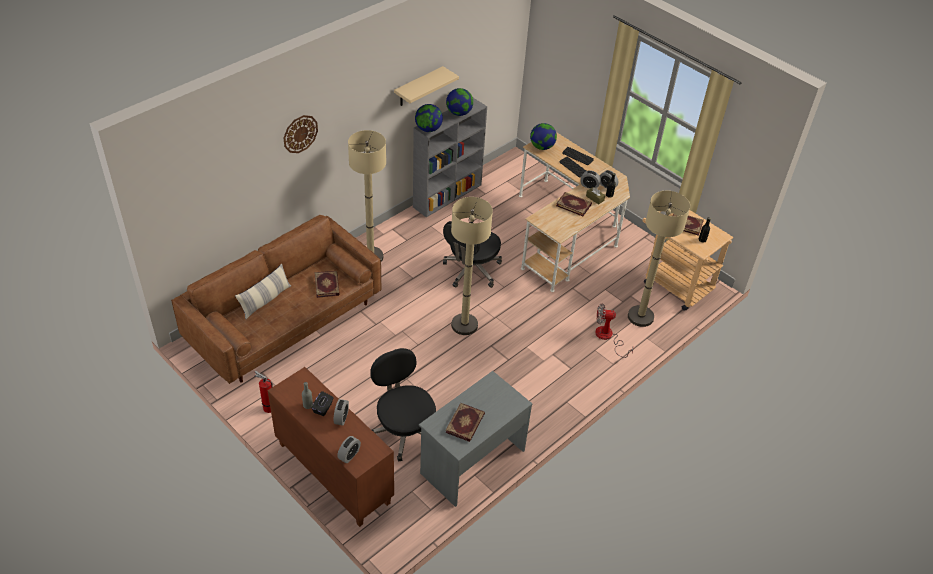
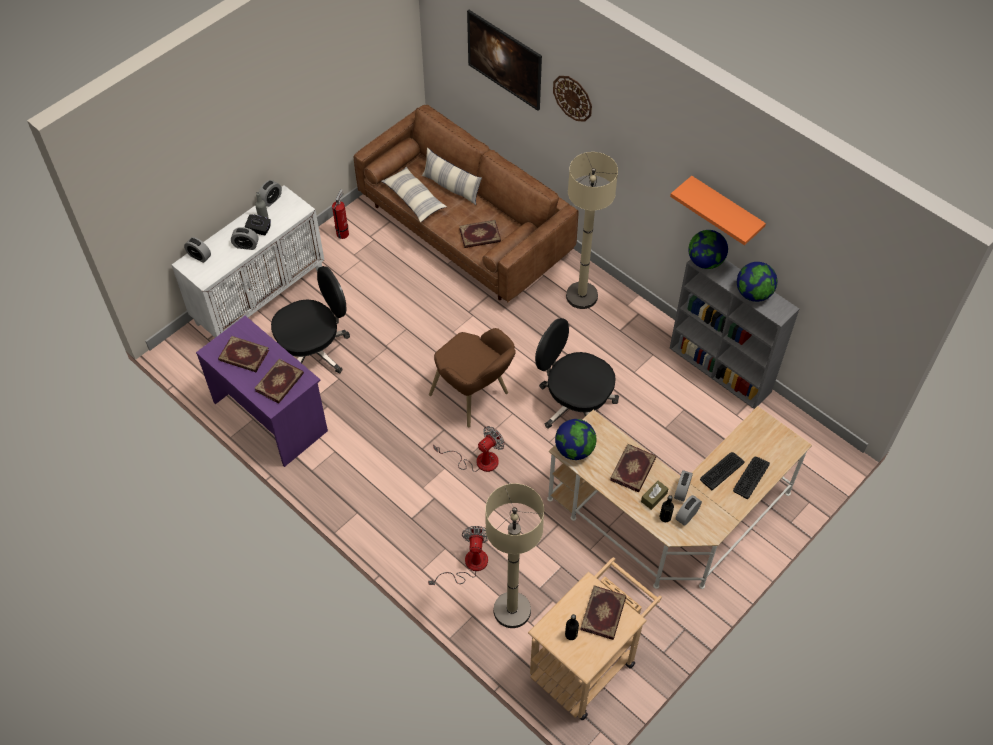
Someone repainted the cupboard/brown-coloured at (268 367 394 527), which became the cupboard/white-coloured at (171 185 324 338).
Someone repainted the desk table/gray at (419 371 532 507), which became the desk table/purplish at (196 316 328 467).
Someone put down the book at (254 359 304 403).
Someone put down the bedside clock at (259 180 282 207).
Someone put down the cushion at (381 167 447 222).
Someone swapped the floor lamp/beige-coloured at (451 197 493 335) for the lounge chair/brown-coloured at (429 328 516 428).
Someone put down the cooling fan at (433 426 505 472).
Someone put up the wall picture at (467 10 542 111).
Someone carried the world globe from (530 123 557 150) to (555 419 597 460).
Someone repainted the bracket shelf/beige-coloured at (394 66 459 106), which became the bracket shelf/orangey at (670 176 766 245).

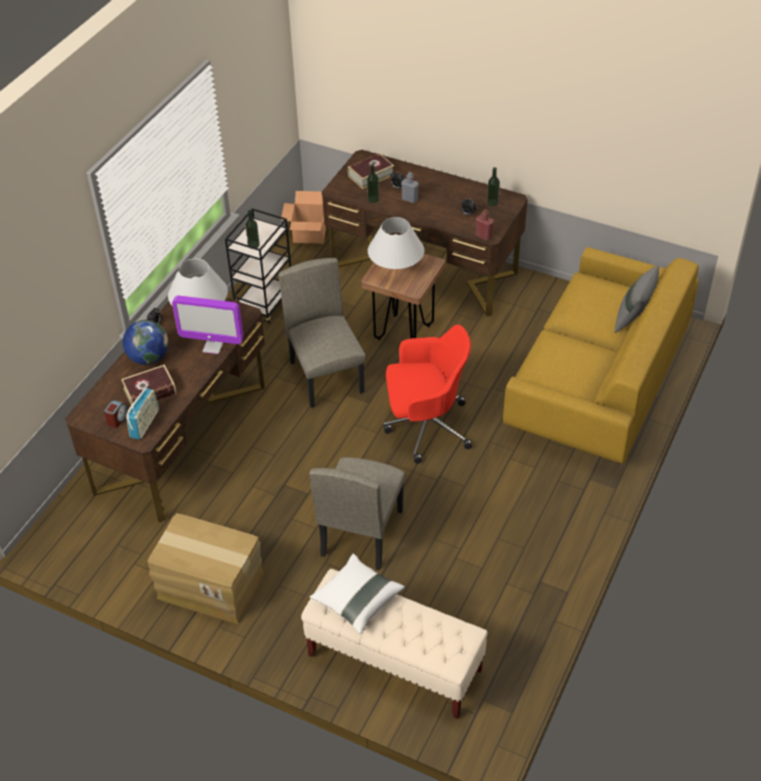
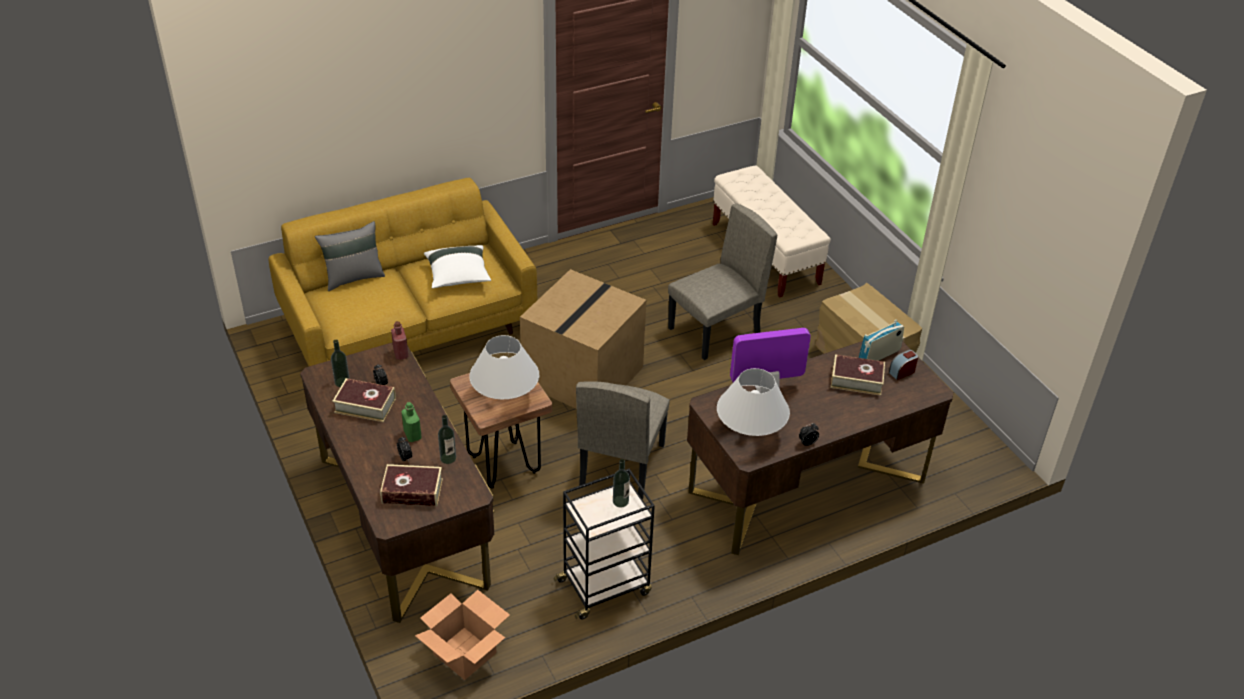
Someone put down the book at (332 378 396 422).
Someone repainted the bottle/gray at (401 172 419 203), which became the bottle/green at (401 402 422 442).
Someone carried the cushion/white-coloured from (310 554 405 634) to (424 245 491 288).
Someone swapped the desk chair/red at (383 325 472 464) for the carton at (520 269 646 409).
Someone rotated the computer display at (172 296 244 354) by 60 degrees counterclockwise.
Someone took away the world globe at (123 320 168 365).

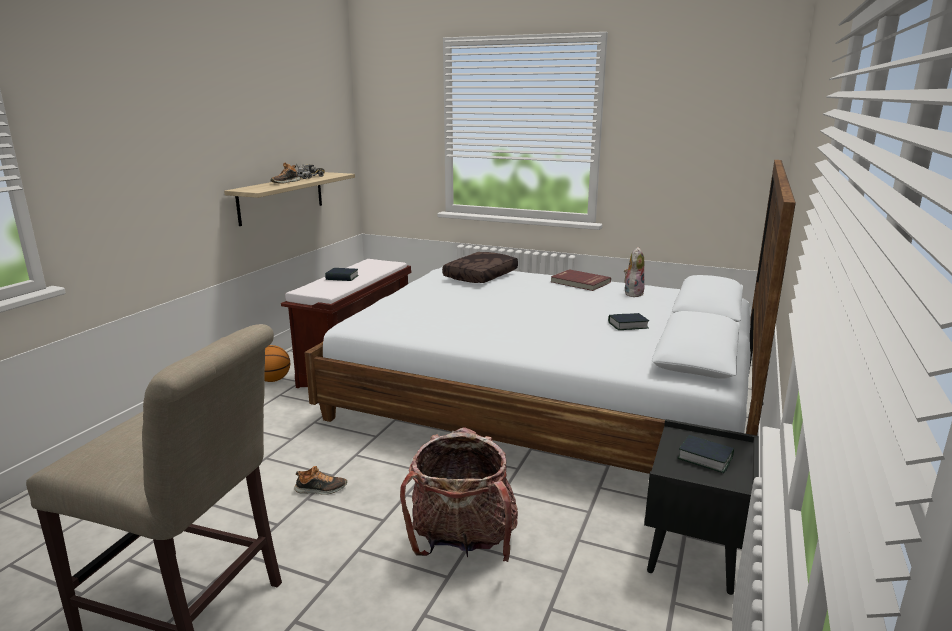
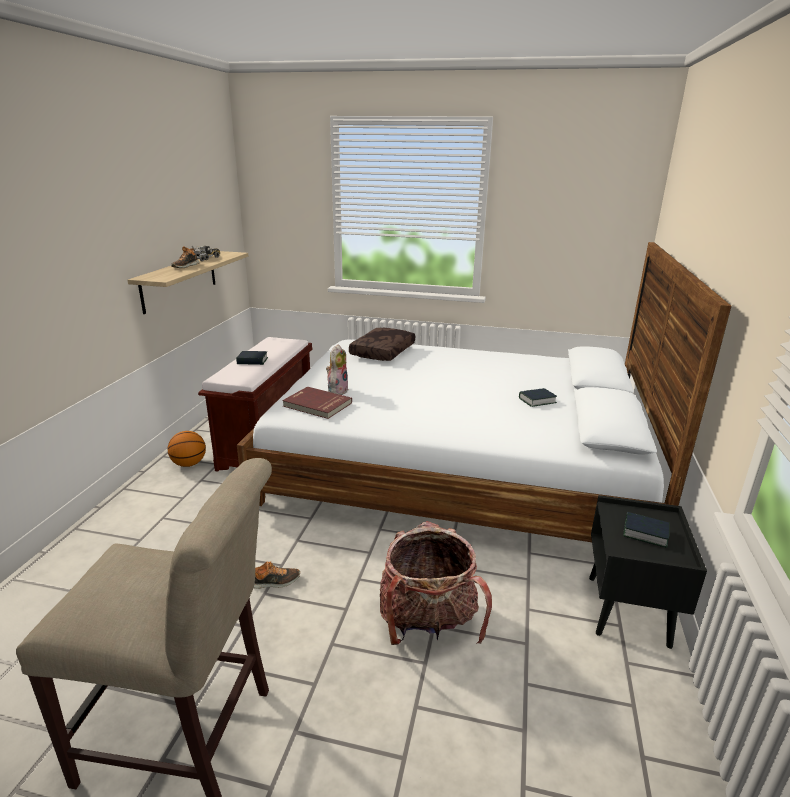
Someone carried the book/red from (551 269 611 291) to (282 387 352 419).
Someone carried the plush toy from (624 247 645 297) to (326 344 349 395).

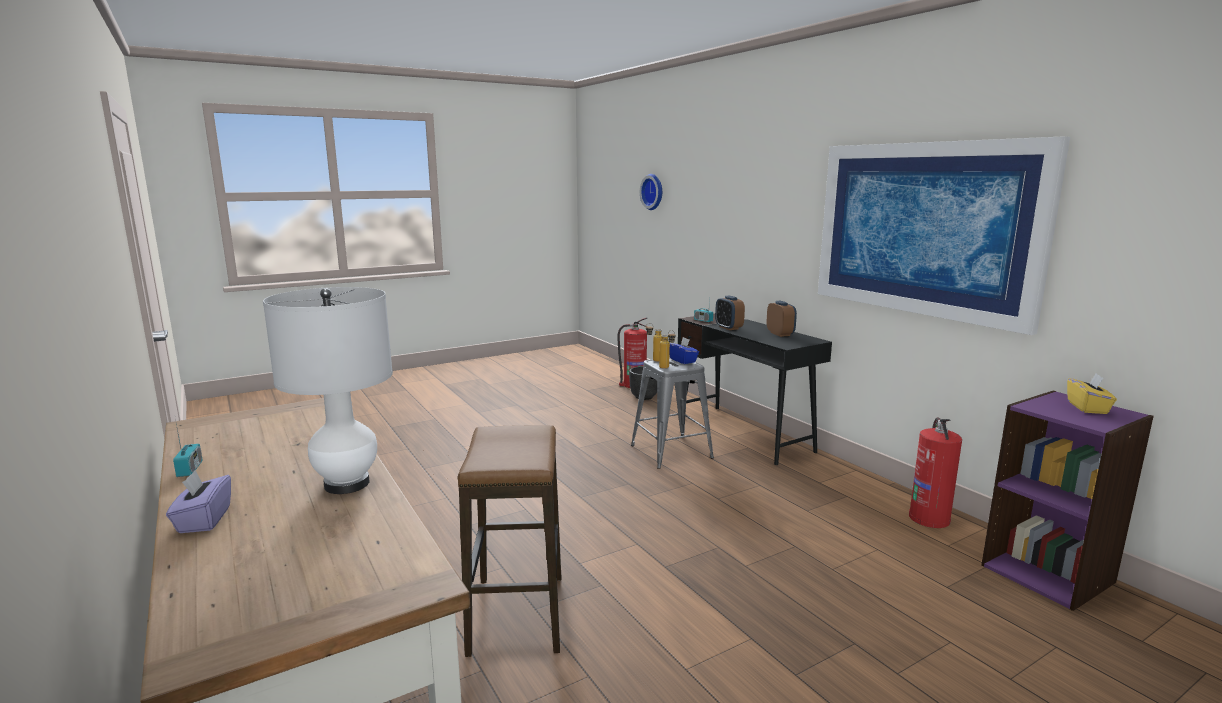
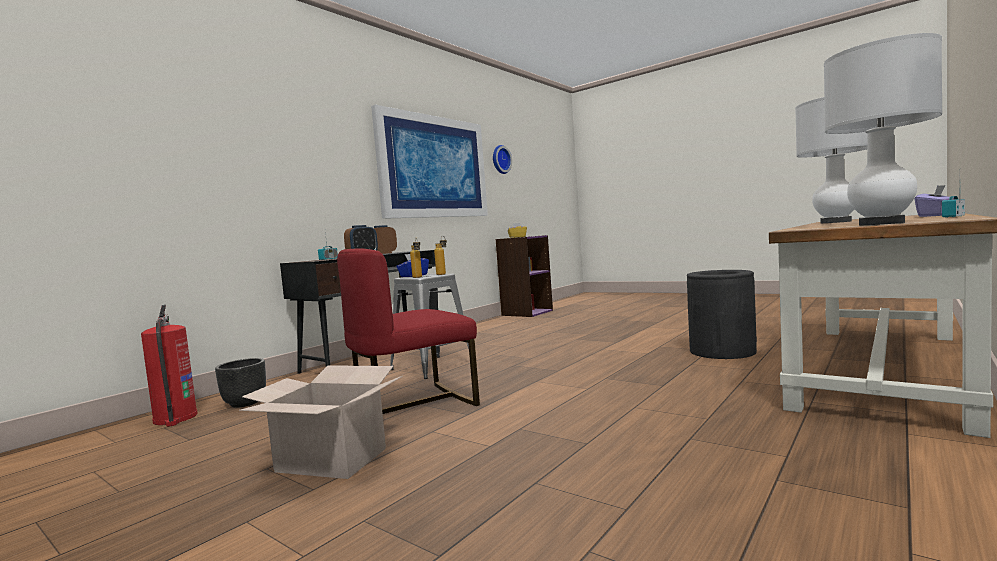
Someone put down the carton at (239 365 403 479).
Someone put down the chair/red at (337 249 480 414).
Someone carried the clock on the wall from (640 174 662 210) to (493 145 512 174).
Someone swapped the sitting stool at (457 425 561 657) for the rubbish bin/blackish at (687 270 757 359).
Someone put down the tabletop lamp/white-coloured at (824 33 942 225).
Someone took away the fire extinguisher at (909 417 962 528).

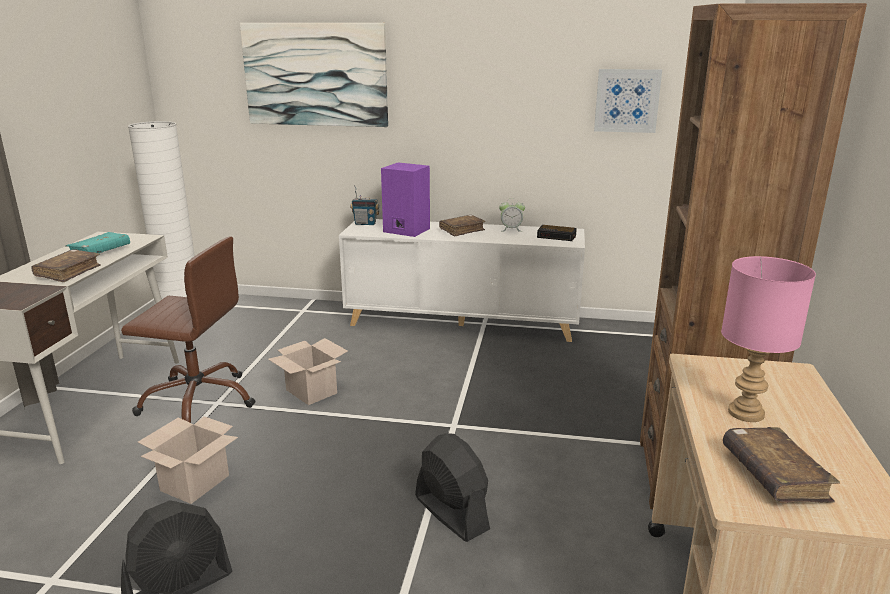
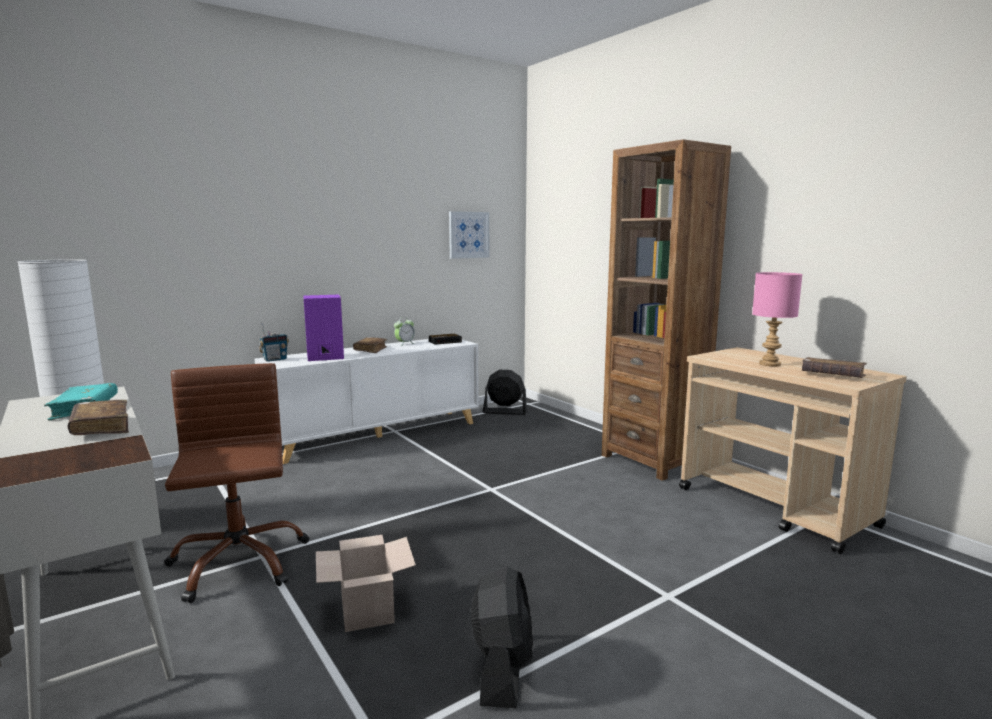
Someone rotated the desk chair/brown-coloured at (121 237 255 423) by 75 degrees counterclockwise.
Someone carried the cooling fan/blackish from (415 433 490 542) to (483 370 527 415).
Someone took away the wall picture at (240 23 388 127).
Someone took away the carton at (268 338 348 405).

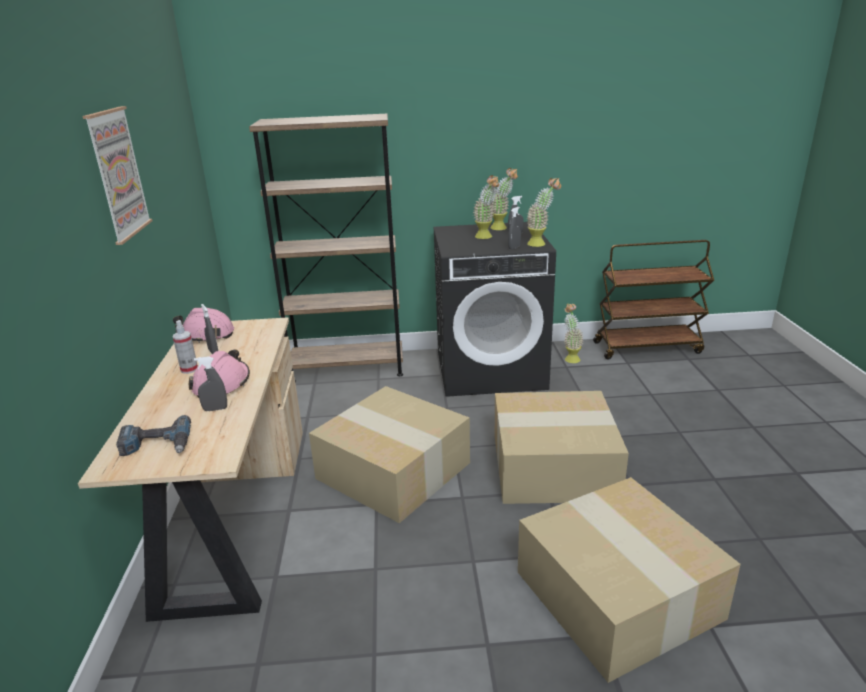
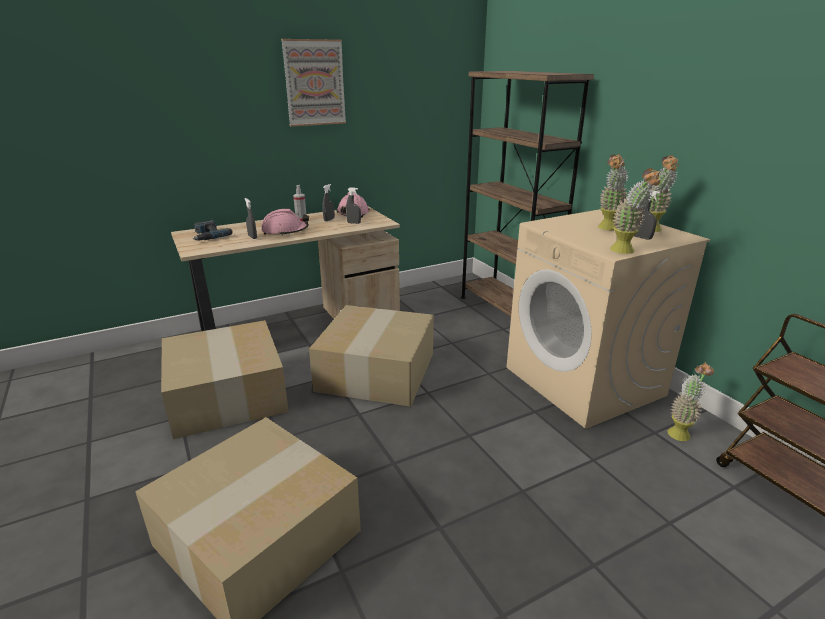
Someone carried the carton from (495 391 629 504) to (161 320 289 439).
Someone carried the sprayer/gray from (508 207 521 250) to (346 187 361 224).
Someone repainted the washing machine/blackish at (433 222 556 397), which became the washing machine/beige-coloured at (507 209 710 429).

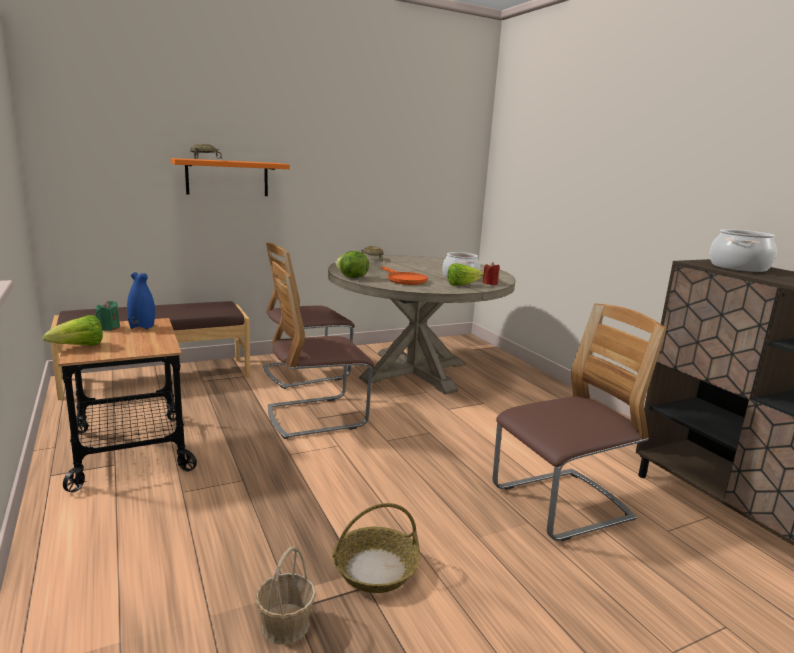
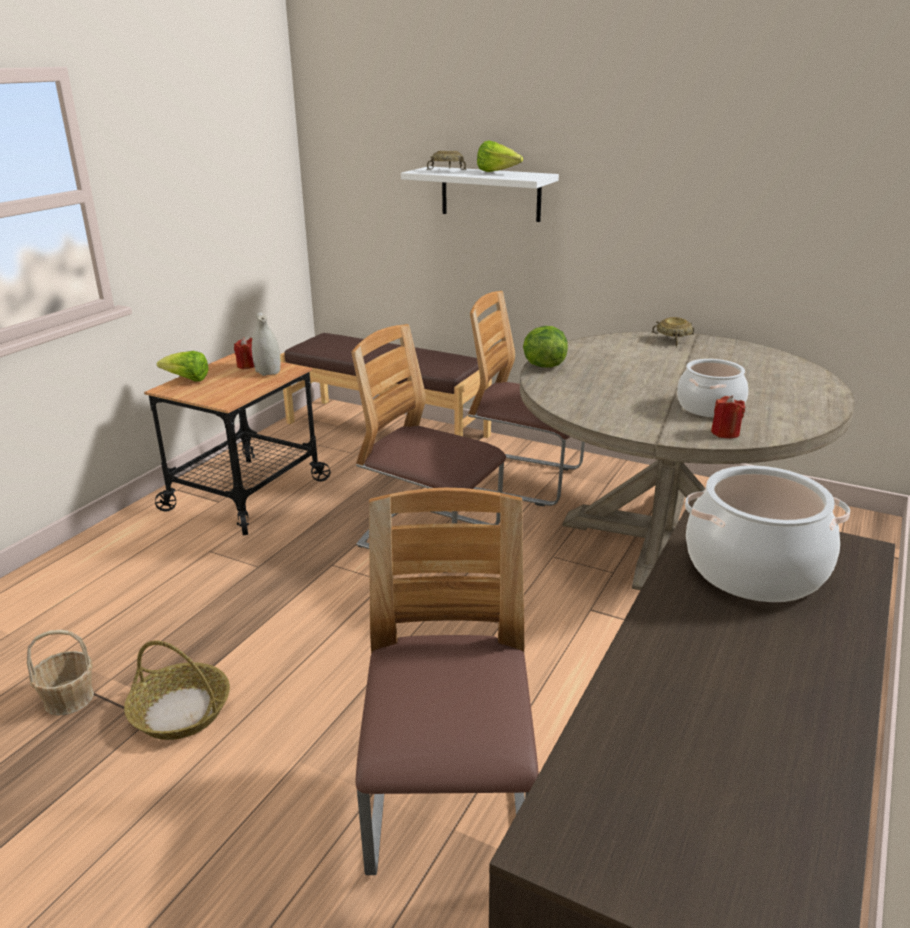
Someone repainted the wax candle/green at (96 301 120 331), which became the wax candle/red at (234 337 254 369).
Someone repainted the flower vase/blue-coloured at (127 272 155 329), which became the flower vase/white-coloured at (252 313 280 376).
Someone rotated the chair at (492 304 666 541) by 120 degrees counterclockwise.
Someone repainted the bracket shelf/orangey at (171 158 290 196), which became the bracket shelf/white-coloured at (401 166 559 222).
Someone carried the lettuce from (447 263 483 286) to (477 141 523 172).
Someone took away the frying pan/orangey at (382 266 428 285).

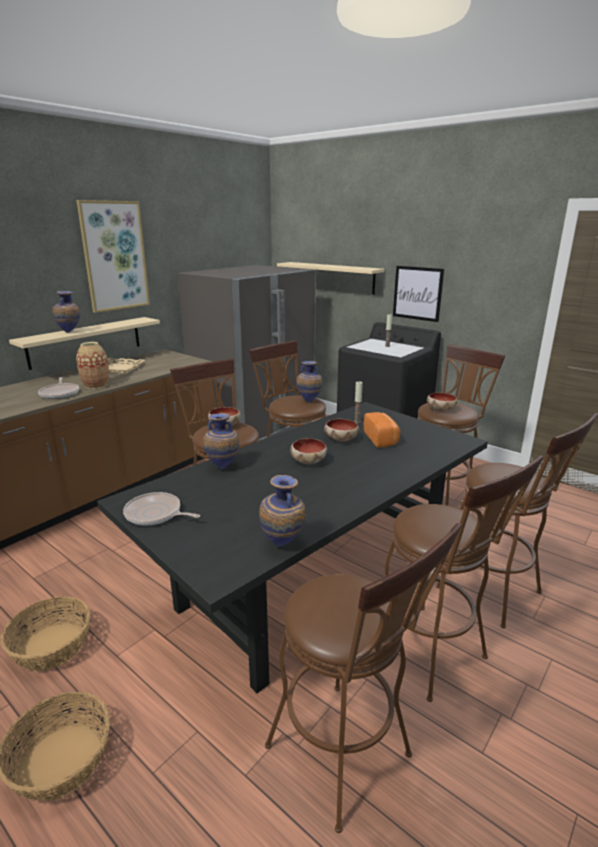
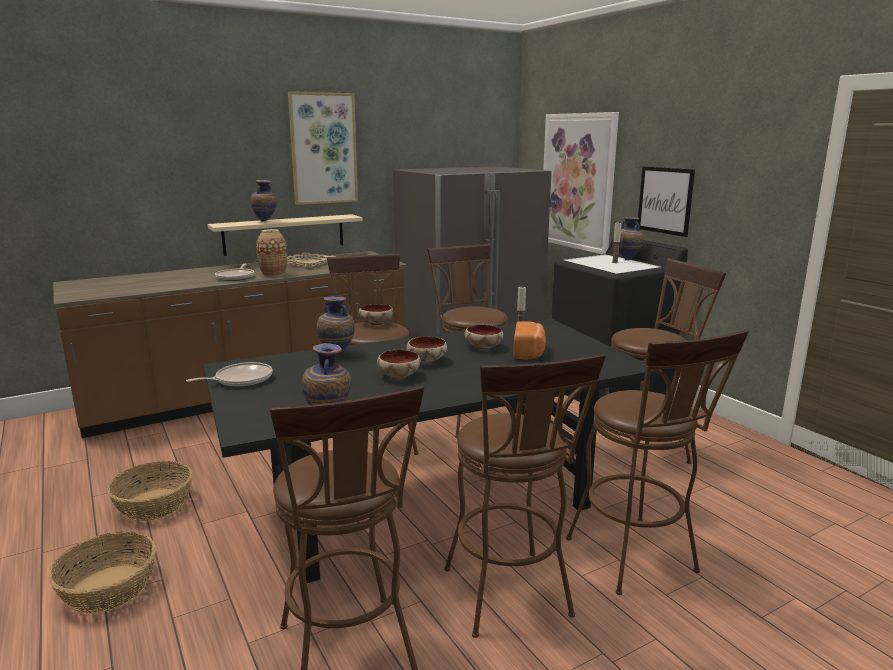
Someone rotated the frying pan at (123 492 200 526) by 105 degrees clockwise.
Someone carried the bowl from (427 392 457 412) to (377 350 421 379).
Someone swapped the bracket shelf/beige-coloured at (277 262 384 295) for the wall picture at (543 112 619 254).
Someone carried the flower vase from (296 361 322 403) to (619 217 644 260).

